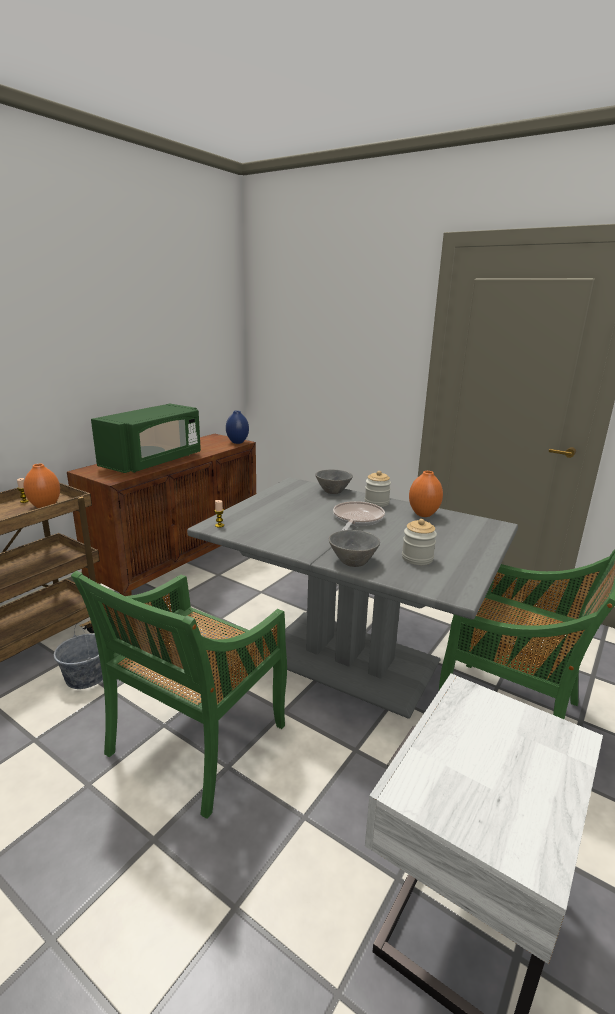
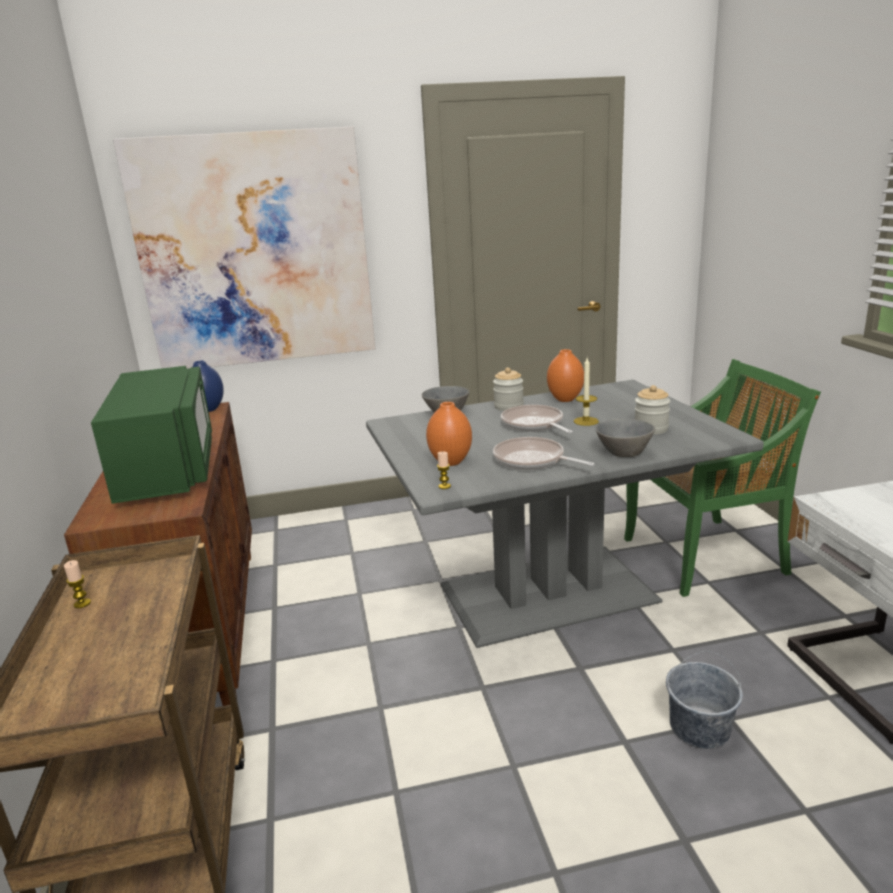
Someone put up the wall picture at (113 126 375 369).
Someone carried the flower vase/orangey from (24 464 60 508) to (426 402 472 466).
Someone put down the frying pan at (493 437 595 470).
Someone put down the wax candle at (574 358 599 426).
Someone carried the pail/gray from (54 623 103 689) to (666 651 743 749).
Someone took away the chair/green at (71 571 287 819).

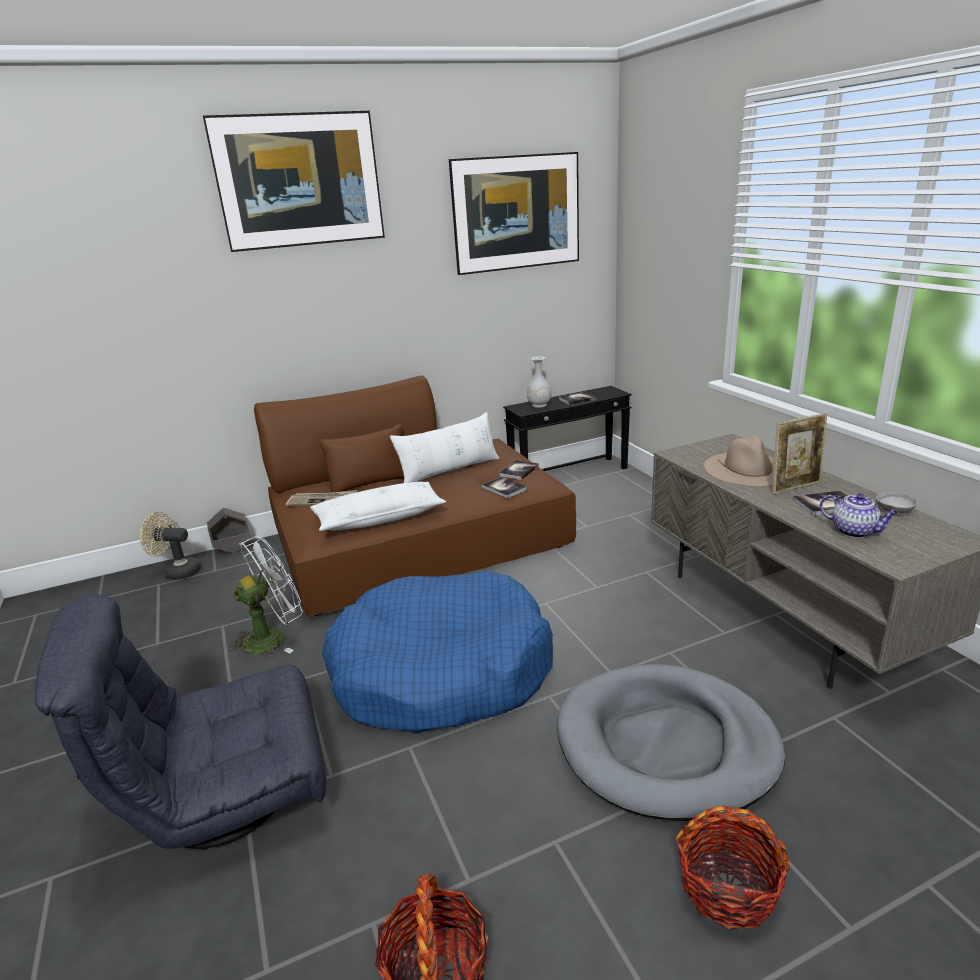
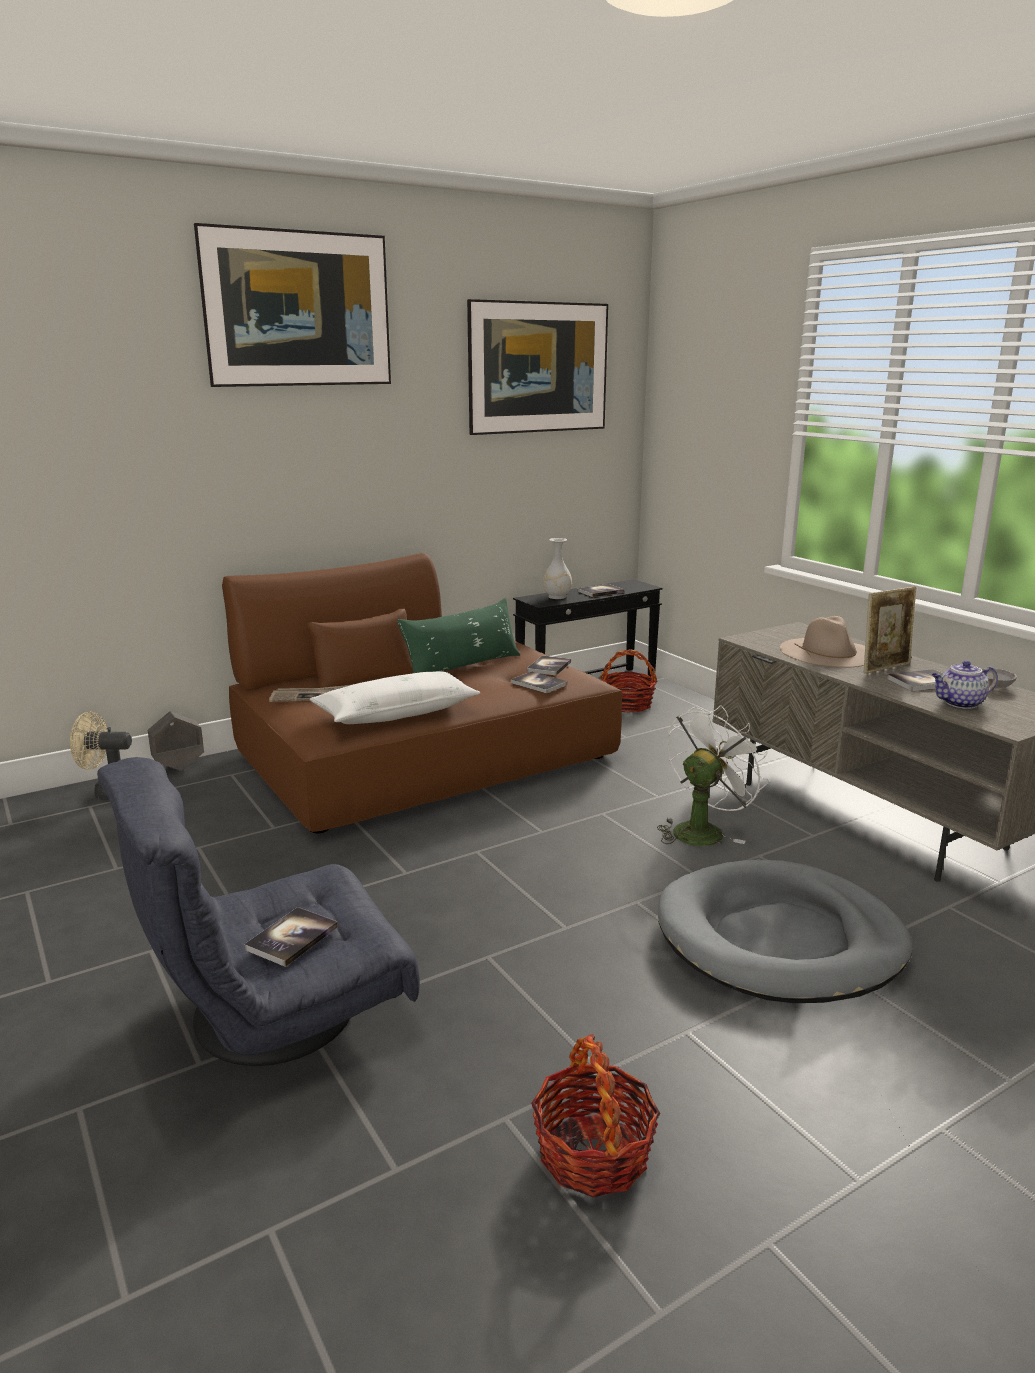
Someone put down the book at (244 907 338 967).
Someone repainted the cushion/white-coloured at (390 412 500 483), which became the cushion/green at (397 598 520 673).
Someone carried the basket from (676 805 790 929) to (600 649 657 713).
Someone carried the cooling fan/white-coloured from (228 536 303 654) to (657 705 768 846).
Someone rotated the tea pot at (820 494 899 538) by 135 degrees clockwise.
Someone took away the pet bed/blue-coloured at (322 571 553 733).

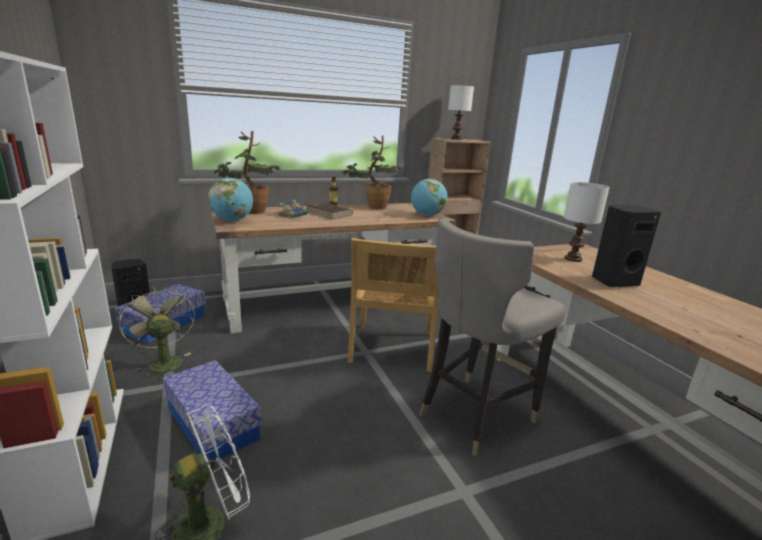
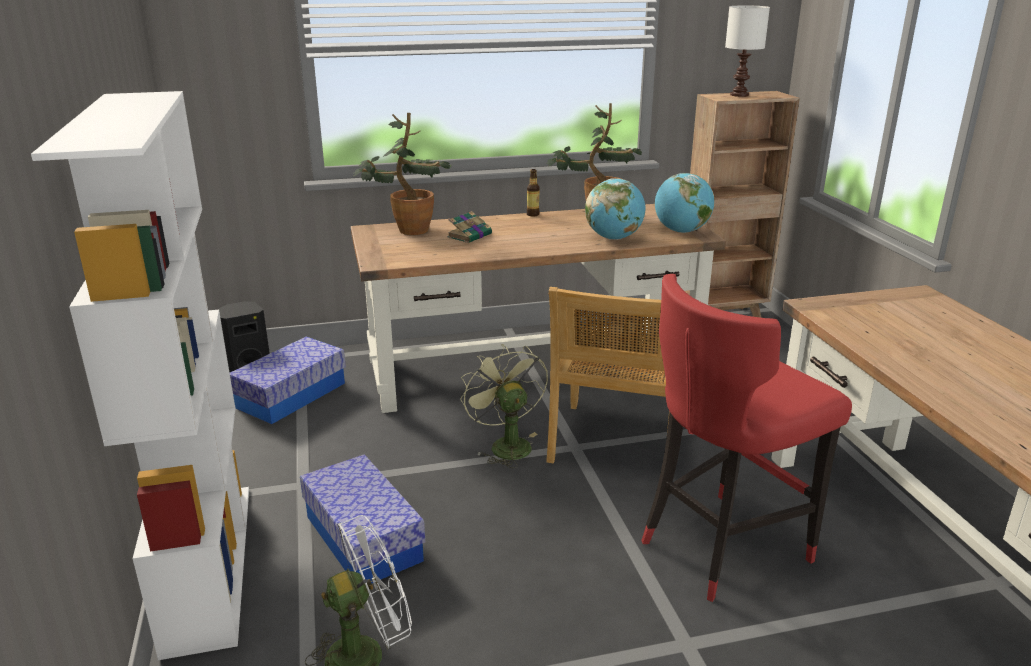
Someone carried the cooling fan/green from (119 286 195 380) to (461 344 548 468).
Someone carried the world globe from (208 178 253 221) to (585 178 645 240).
Someone repainted the sitting stool/gray at (419 218 566 456), which became the sitting stool/red at (641 274 852 602).
Someone took away the book/brown-coloured at (306 203 353 219).
Someone took away the tabletop lamp/white-coloured at (564 182 610 262).
Someone took away the audio speaker/blackish at (592 204 661 287).

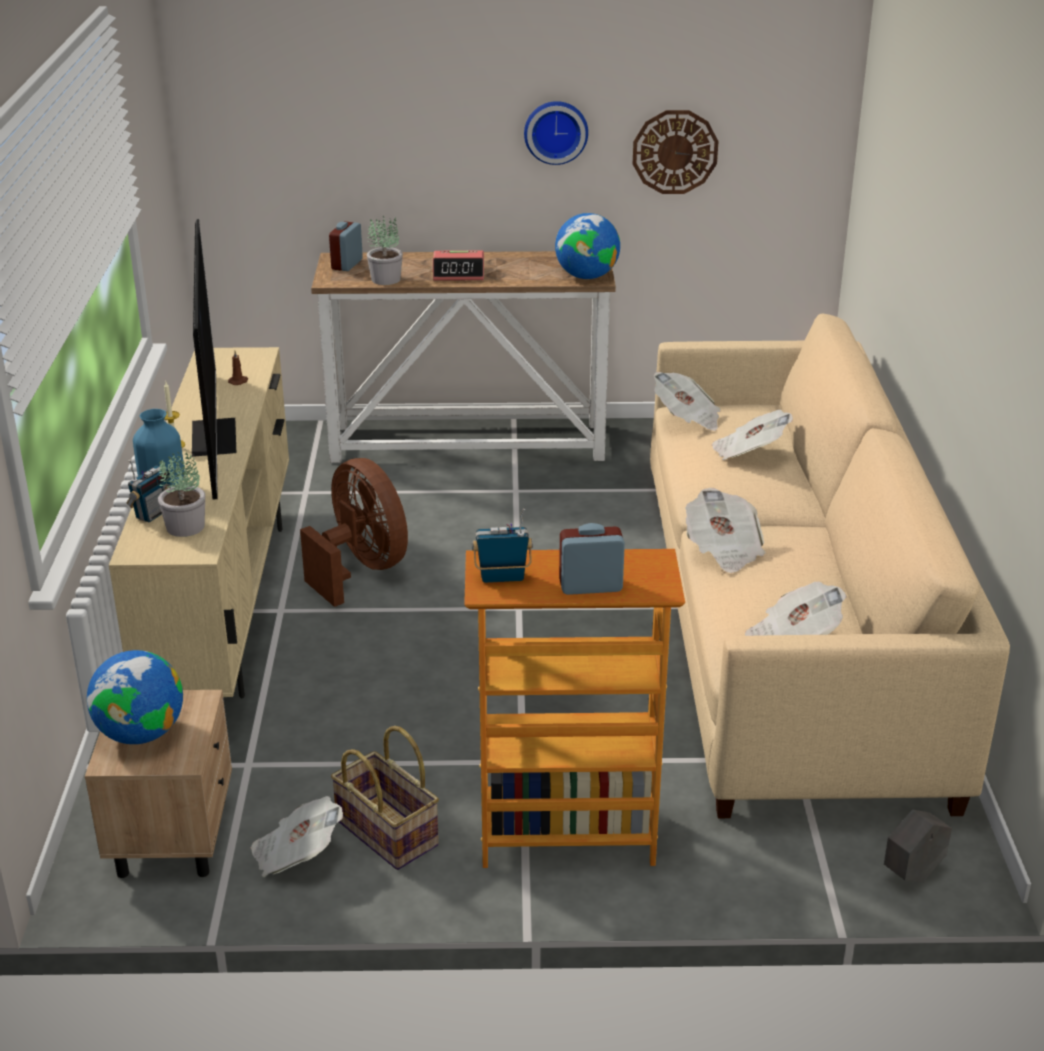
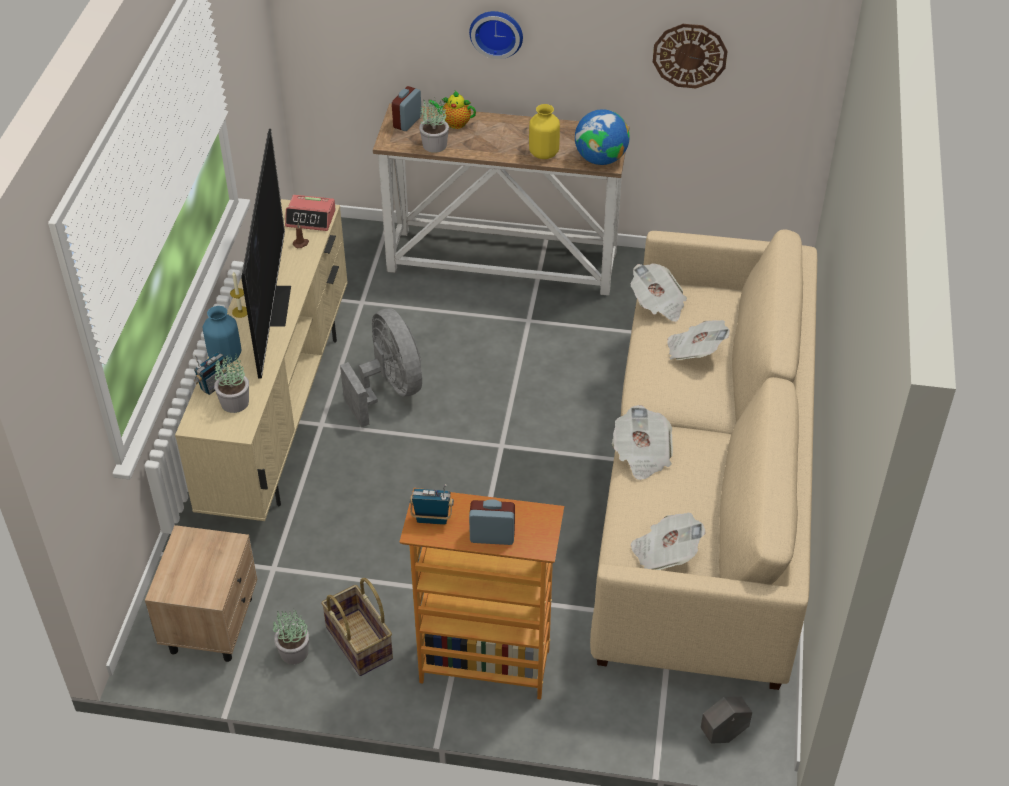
Someone swapped the daily paper at (251 796 343 877) for the plant in a pot at (273 608 309 665).
Someone carried the bedside clock from (433 250 484 281) to (285 195 336 231).
Someone repainted the cooling fan/brown-coloured at (300 458 408 607), which became the cooling fan/gray at (340 308 422 427).
Someone put down the tea pot at (428 91 476 129).
Someone carried the clock on the wall from (524 101 588 165) to (469 11 523 59).
Someone put down the flower vase/yellowish at (529 104 560 159).
Someone took away the world globe at (87 650 183 744).

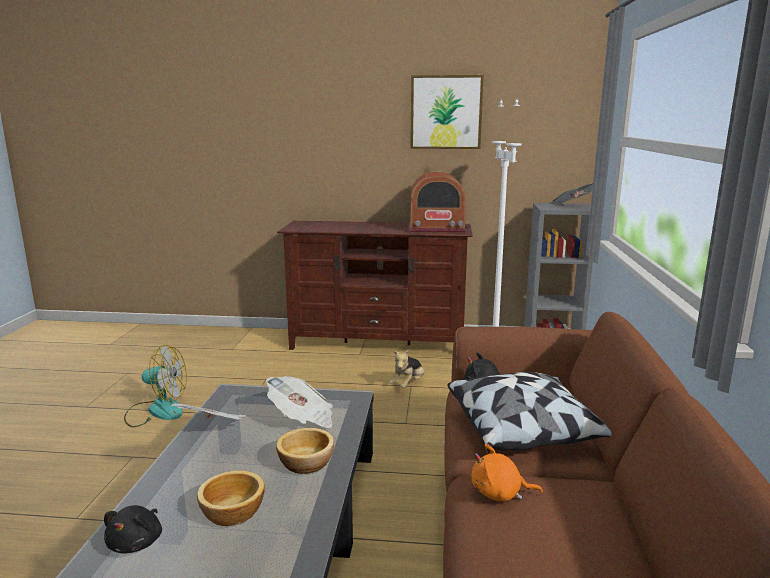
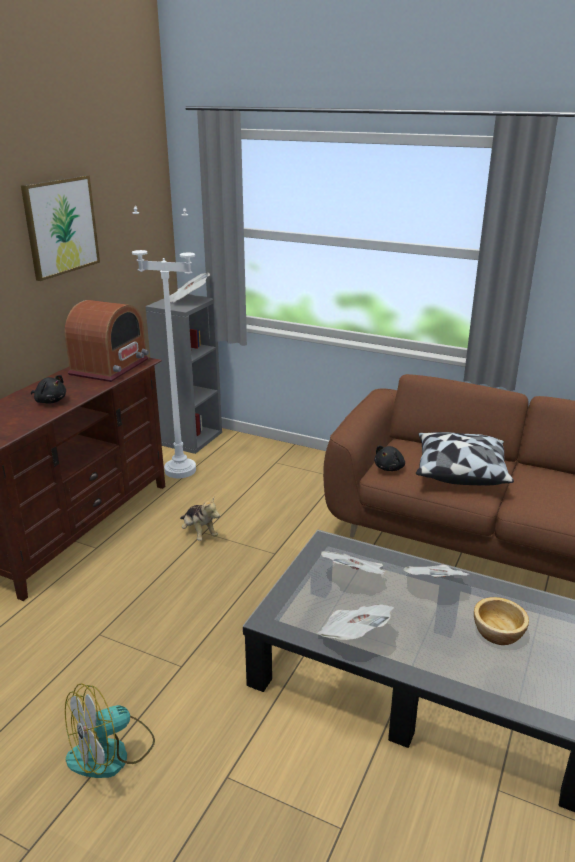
Someone carried the plush toy/blackish from (104 505 162 554) to (31 375 66 404).
Someone rotated the cooling fan at (124 345 187 427) by 150 degrees counterclockwise.
Someone swapped the bowl at (276 428 334 474) for the daily paper at (403 565 469 578).
Someone took away the plush toy/orangey at (471 444 543 501).

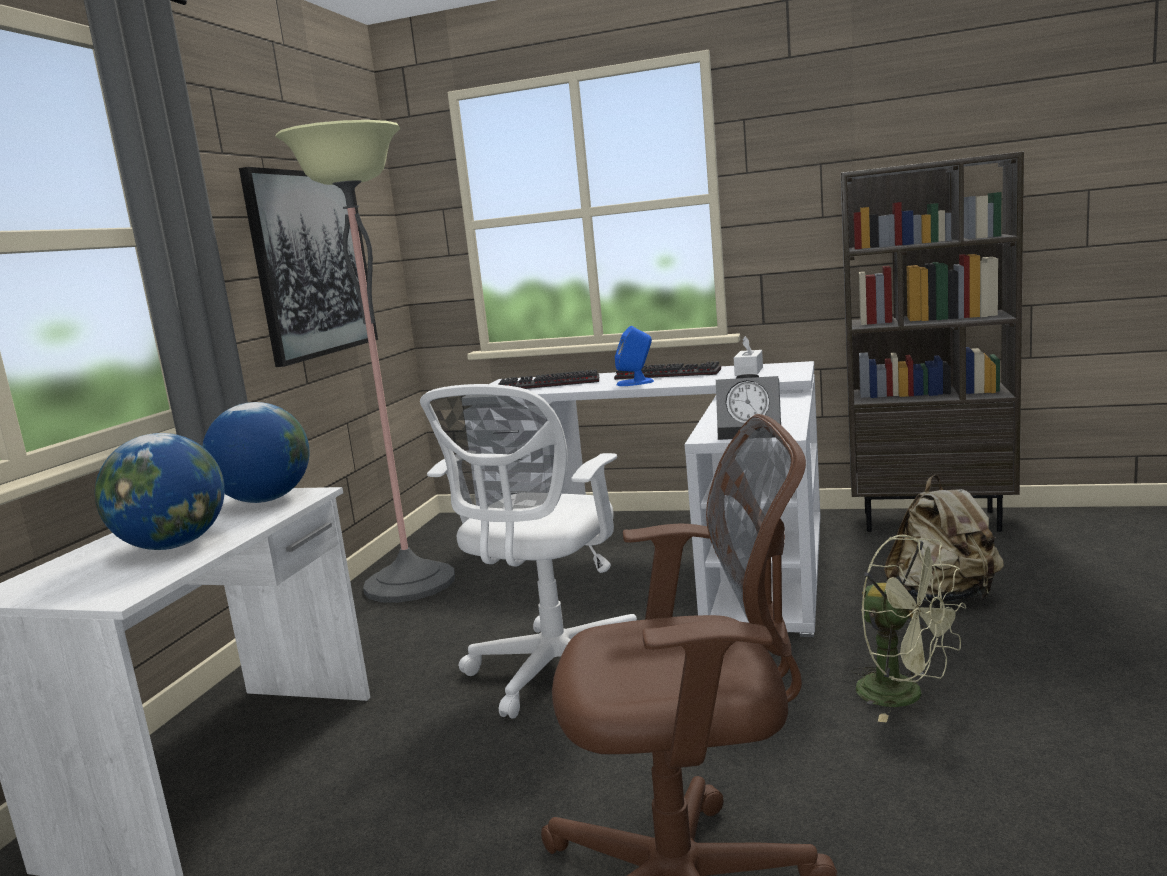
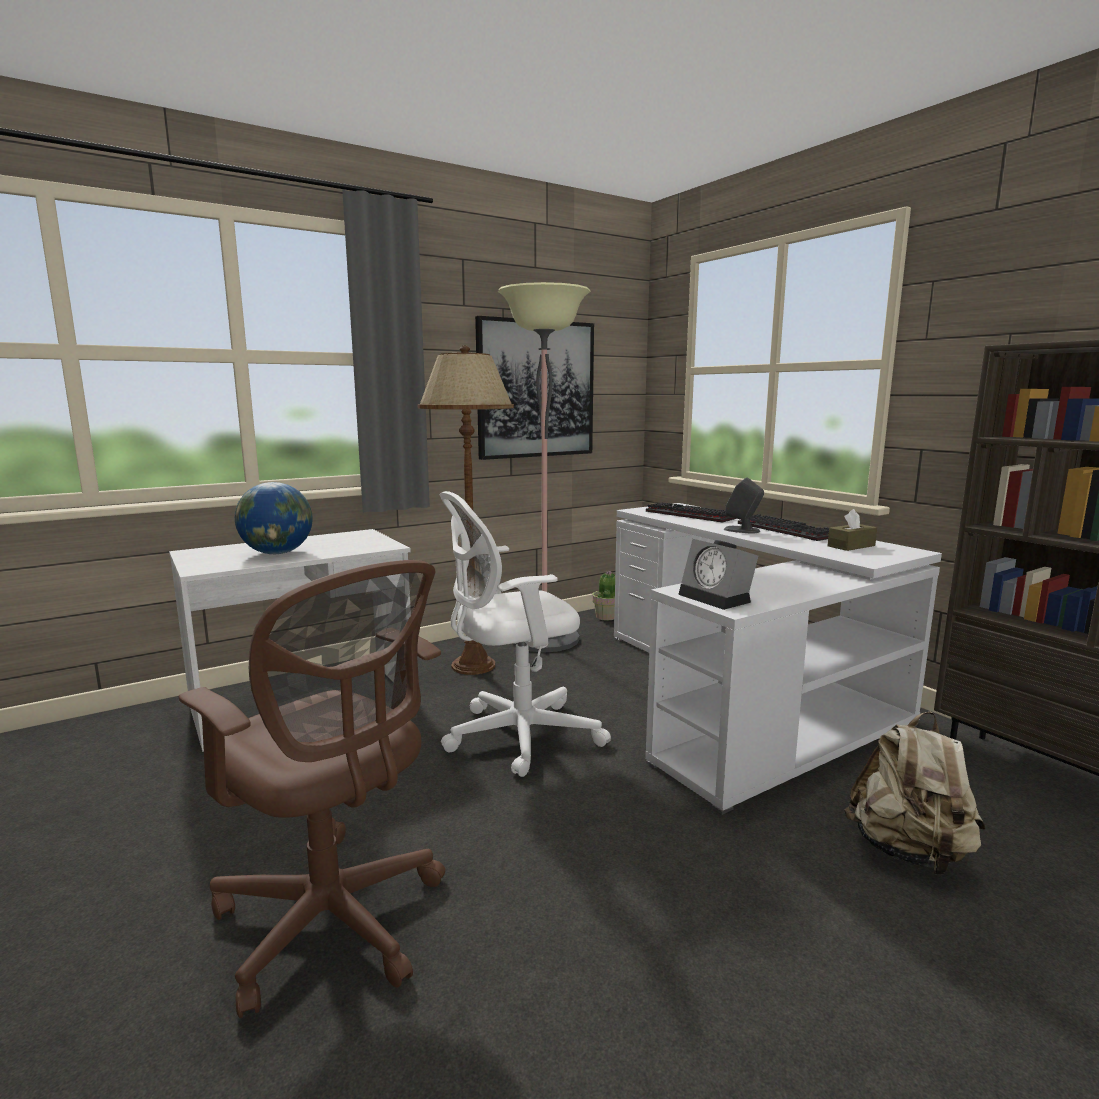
Someone put down the floor lamp/brown-coloured at (418 345 514 675).
Someone put down the plant in a pot at (592 570 615 621).
Someone repainted the audio speaker/blue-coloured at (615 326 654 386), which became the audio speaker/gray at (724 477 764 534).
Someone repainted the box of tissues/white-coloured at (734 336 763 376), which became the box of tissues/brown-coloured at (828 509 877 551).
Someone took away the world globe at (202 402 309 503).
Someone took away the cooling fan/green at (852 534 966 723).

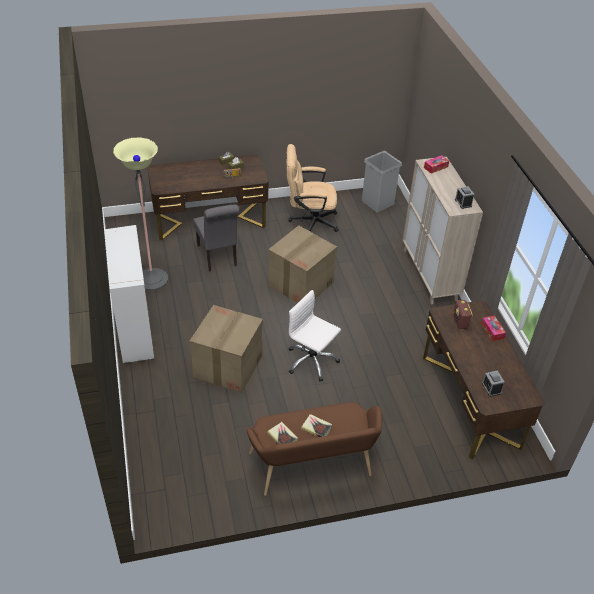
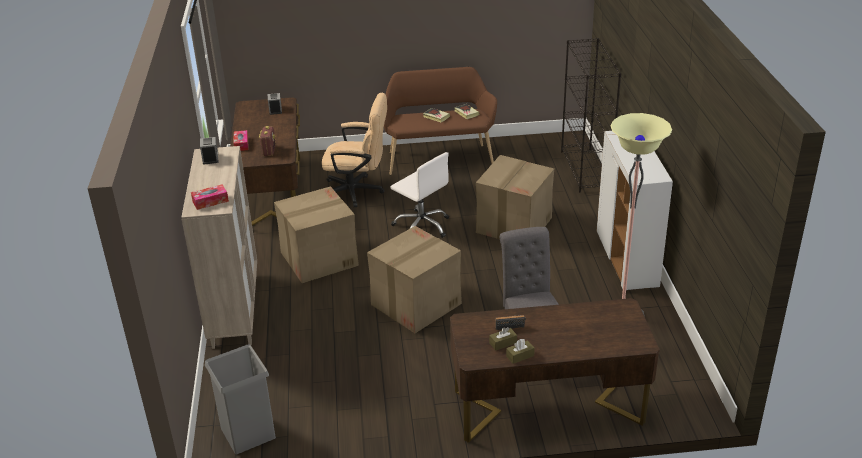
Someone put down the carton at (274 186 359 283).
Someone carried the desk chair/beige-coloured from (286 144 339 232) to (322 93 387 207).
Someone put down the bookshelf/blackish at (561 38 621 192).

